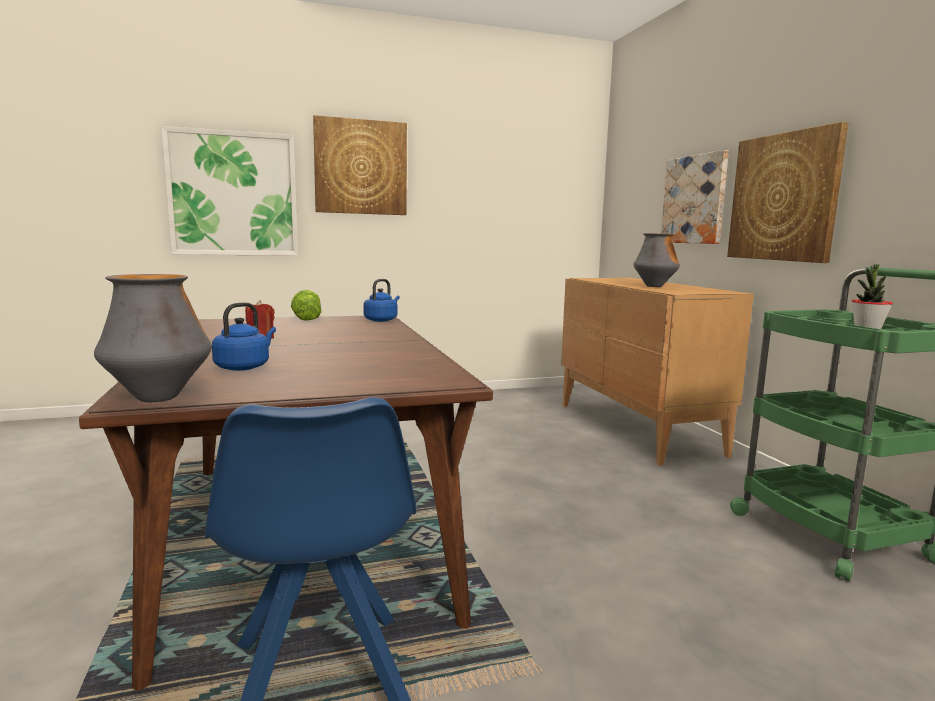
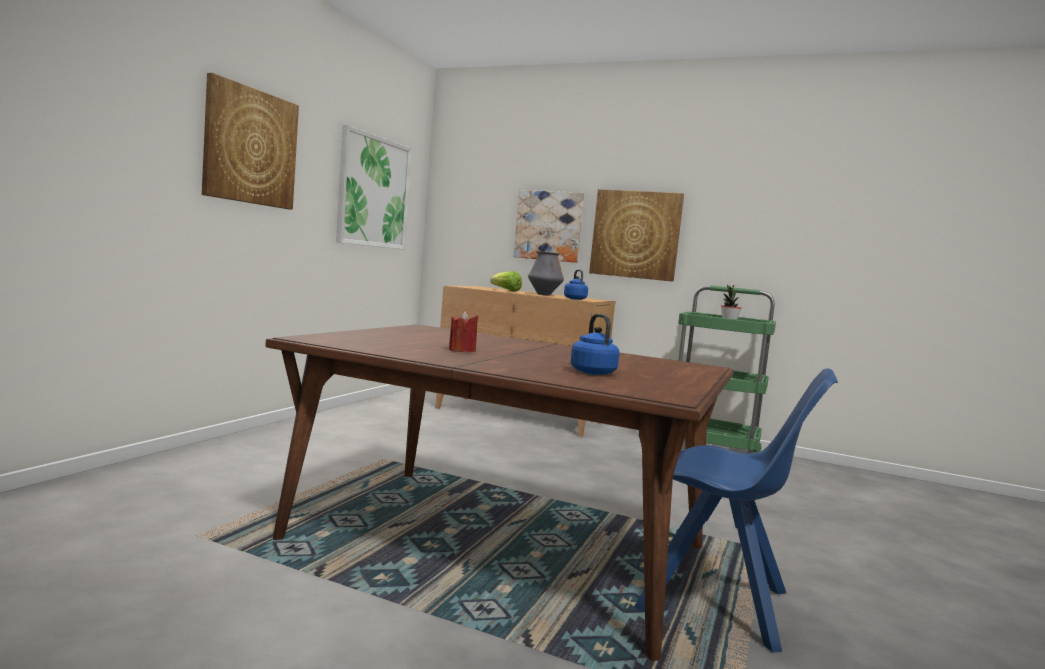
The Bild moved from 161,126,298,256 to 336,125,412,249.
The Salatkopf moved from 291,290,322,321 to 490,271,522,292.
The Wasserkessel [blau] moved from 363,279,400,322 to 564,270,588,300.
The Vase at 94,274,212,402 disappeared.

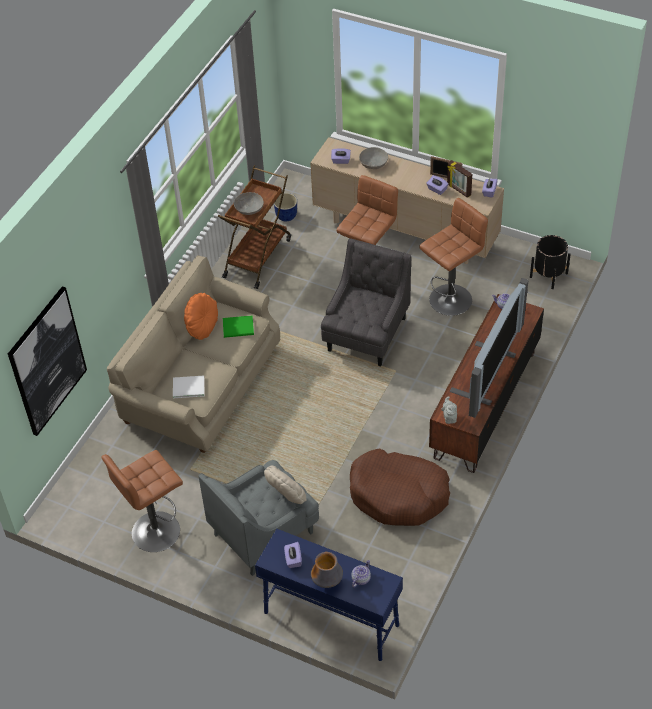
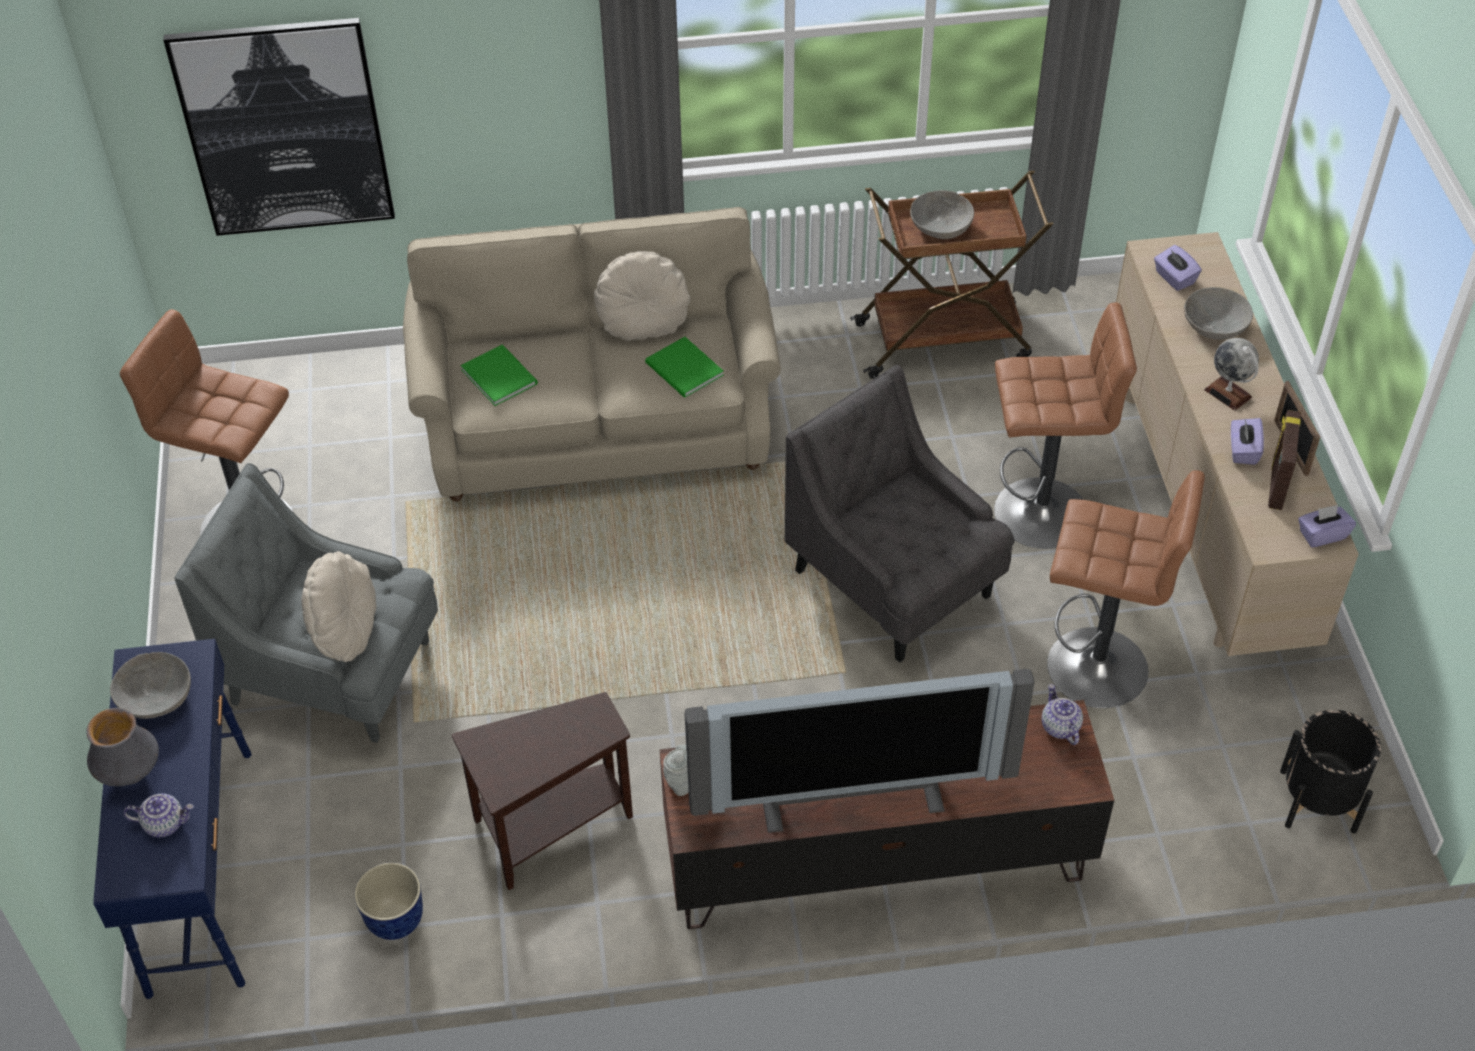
The Taschentuchbox [lila] at 284,542,302,568 was replaced by the Schüssel [grau] at 110,652,191,719.
The Pflanzkübel moved from 274,193,297,221 to 354,863,423,940.
The Hundebett [braun] at 350,448,450,526 was replaced by the Beistelltisch [braun] at 452,692,633,890.
The Buch [weiß] at 173,376,204,398 became the Buch [grün] at 460,345,538,406.
The Kissen [orange] at 184,293,218,340 became the Kissen [beige] at 594,251,691,341.
The Sessel [grau] at 321,238,411,367 turned 120 degrees counterclockwise.
The Globus at 1204,338,1259,411 appeared.

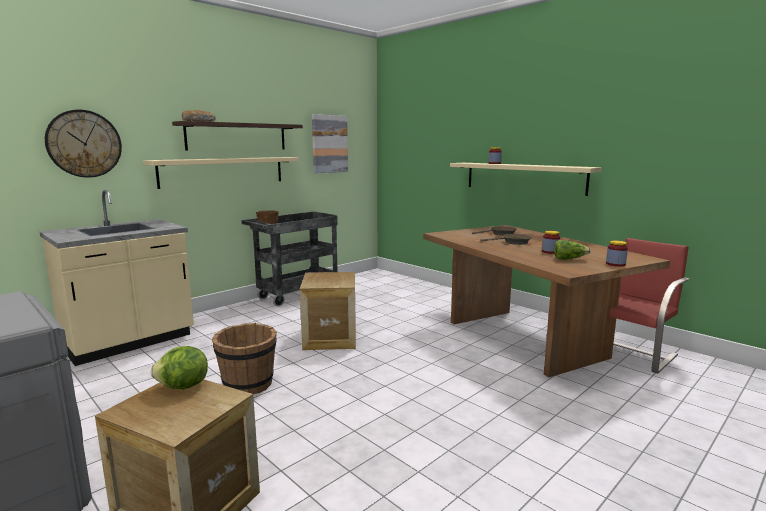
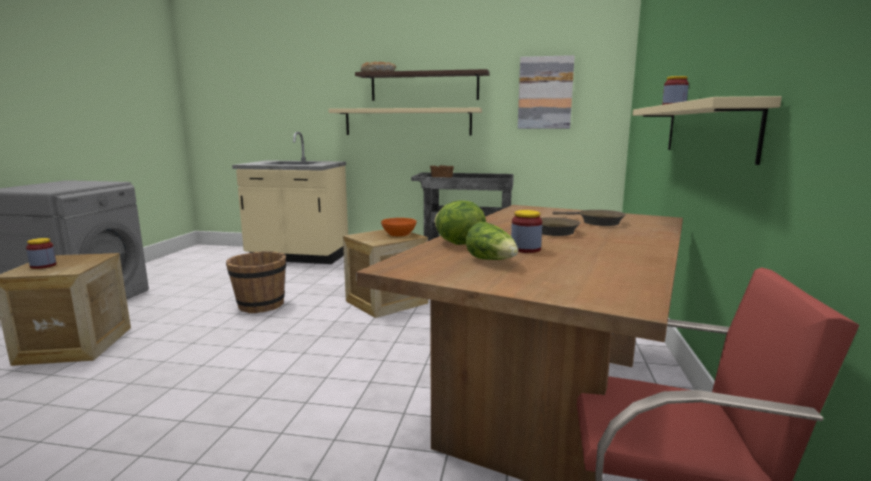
The Vorratsglas moved from 606,240,628,267 to 26,238,56,269.
The Schüssel [orange] at 381,218,417,237 appeared.
The Salatkopf moved from 151,346,208,390 to 434,201,486,245.
The Wanduhr at 45,110,122,178 disappeared.

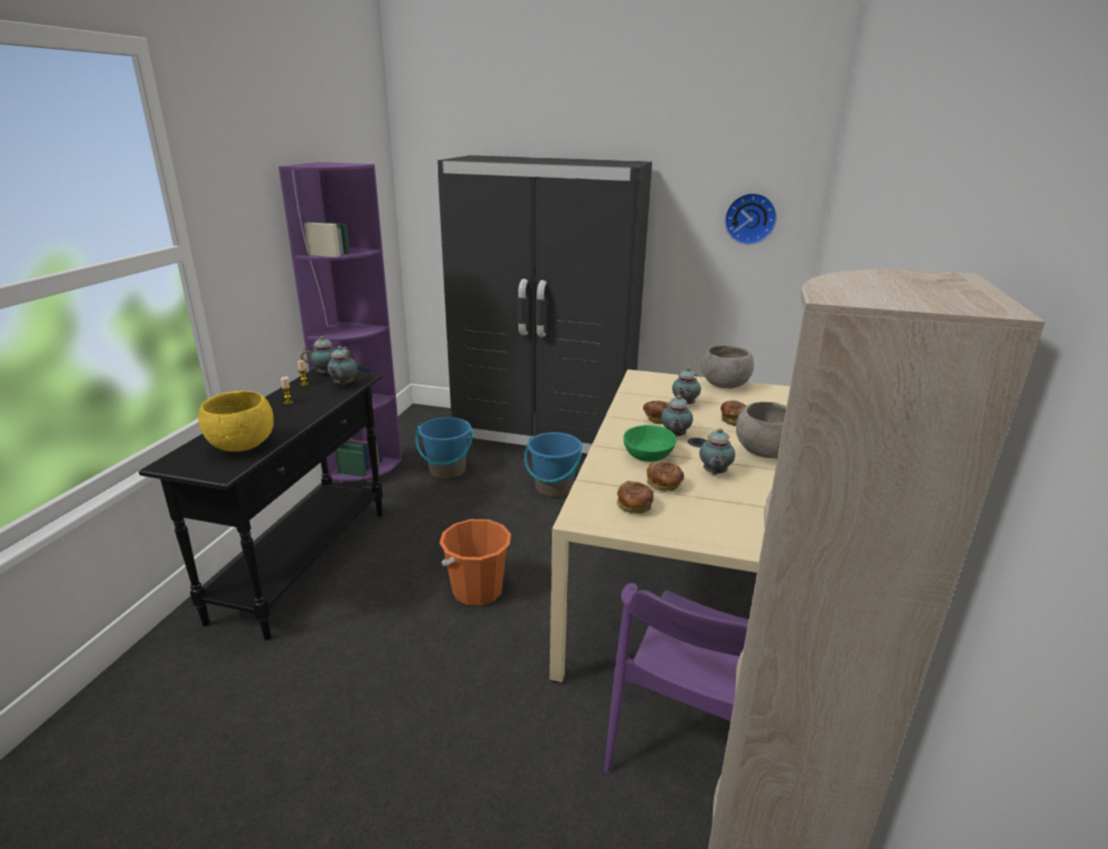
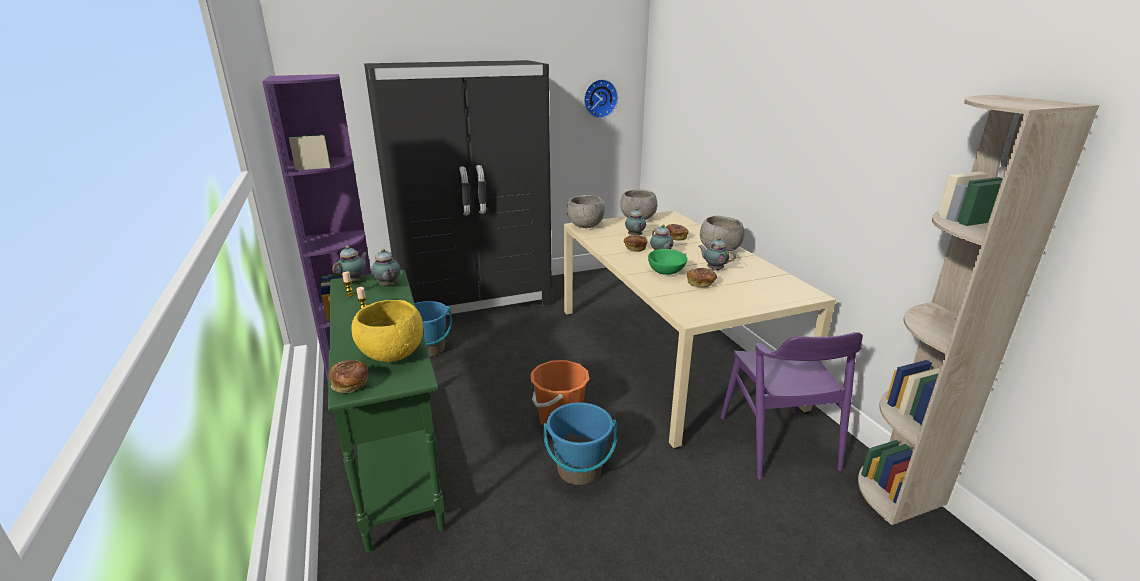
The Konsolentisch [schwarz] at 139,367,383,640 became the Konsolentisch [grün] at 328,270,445,552.
The Brot moved from 617,481,654,514 to 329,360,369,393.
The Eimer [blau] moved from 524,432,583,497 to 543,402,617,485.
The Schüssel [grau] at 567,195,605,228 appeared.
The Teekanne at 699,428,735,475 turned 150 degrees clockwise.

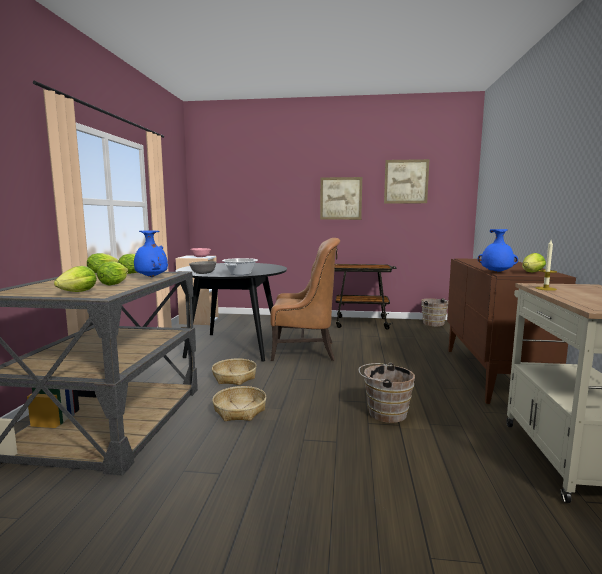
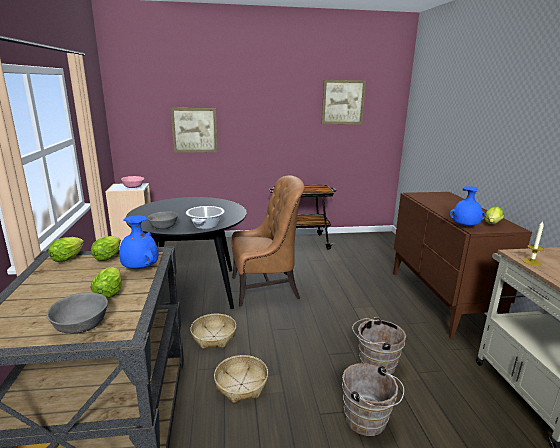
The Salatkopf at 54,266,97,292 was replaced by the Schüssel [grau] at 47,292,108,334.
The Bild moved from 320,177,362,220 to 171,108,217,153.
The Eimer [braun] moved from 421,298,448,326 to 342,363,404,436.

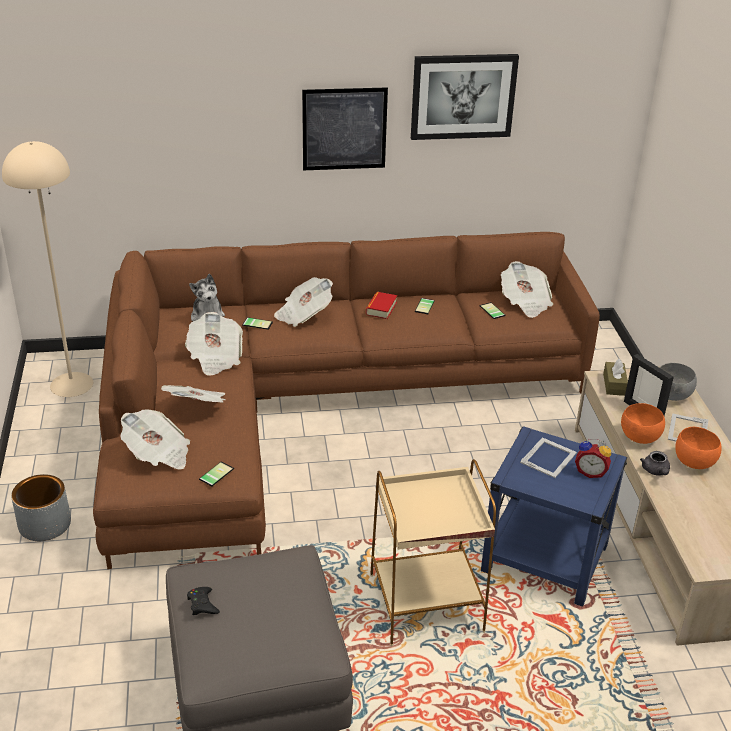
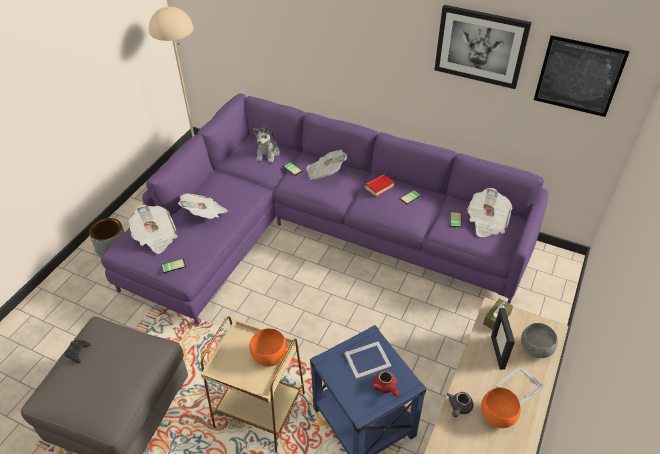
The Sofa [braun] at 93,232,600,569 became the Sofa [lila] at 101,94,549,325.
The Schüssel [orange] moved from 621,403,665,444 to 249,328,287,367.
The Wecker at 575,439,611,478 was replaced by the Teekanne [rot] at 372,370,400,397.
The Bild moved from 302,87,388,170 to 534,35,630,117.
The Zeitung at 185,312,243,376 disappeared.

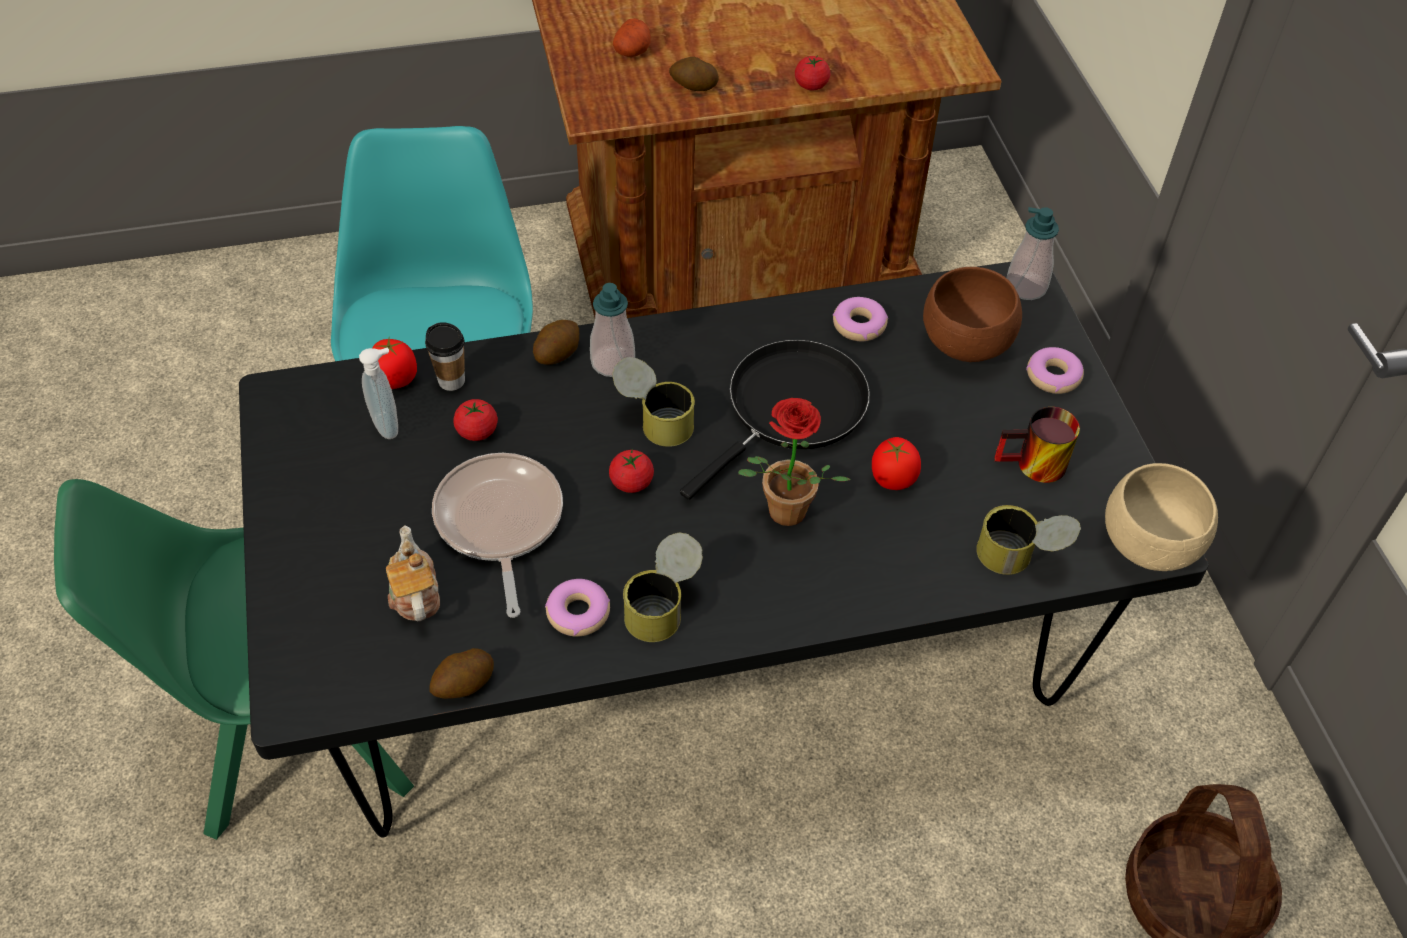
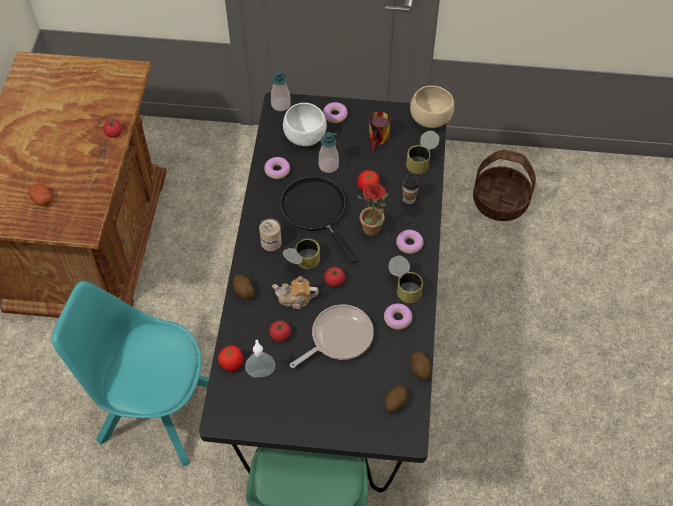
The Dose at 259,218,282,251 appeared.
The Teekanne moved from 386,525,440,621 to 272,276,319,309.
The Schüssel [braun] at 923,267,1022,362 became the Schüssel [weiß] at 283,103,327,146.
The Pfanne at 432,453,563,618 turned 135 degrees clockwise.
The Seifenspender moved from 590,283,635,377 to 318,132,339,173.
The Kartoffel moved from 669,57,719,91 to 385,385,408,412.
The Donut at 396,230,424,254 appeared.
The Tasse moved from 425,322,465,391 to 402,174,420,204.

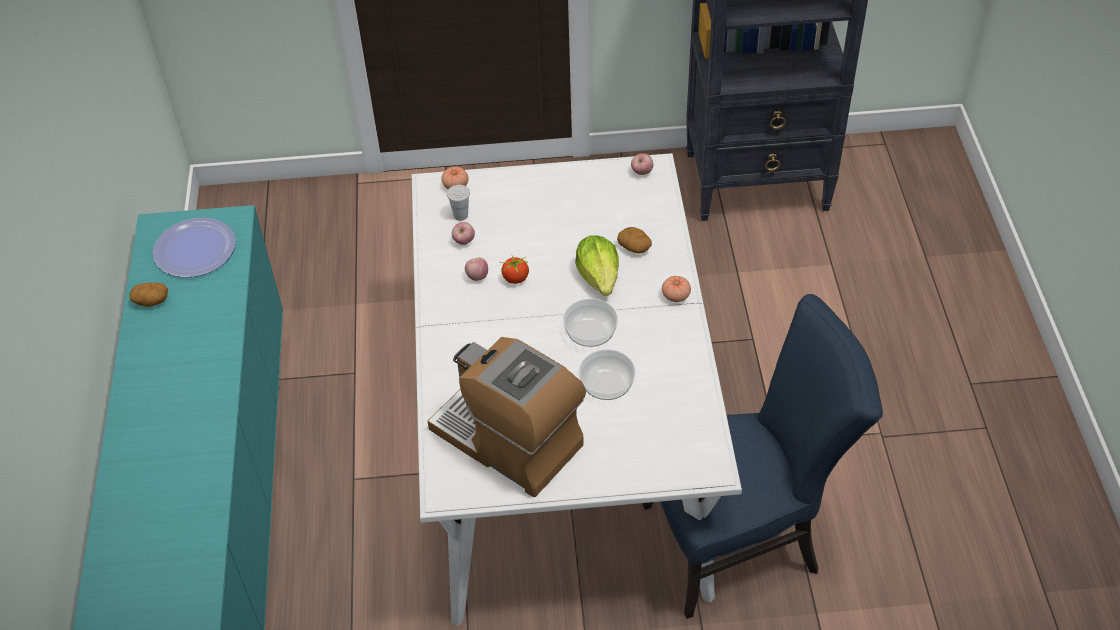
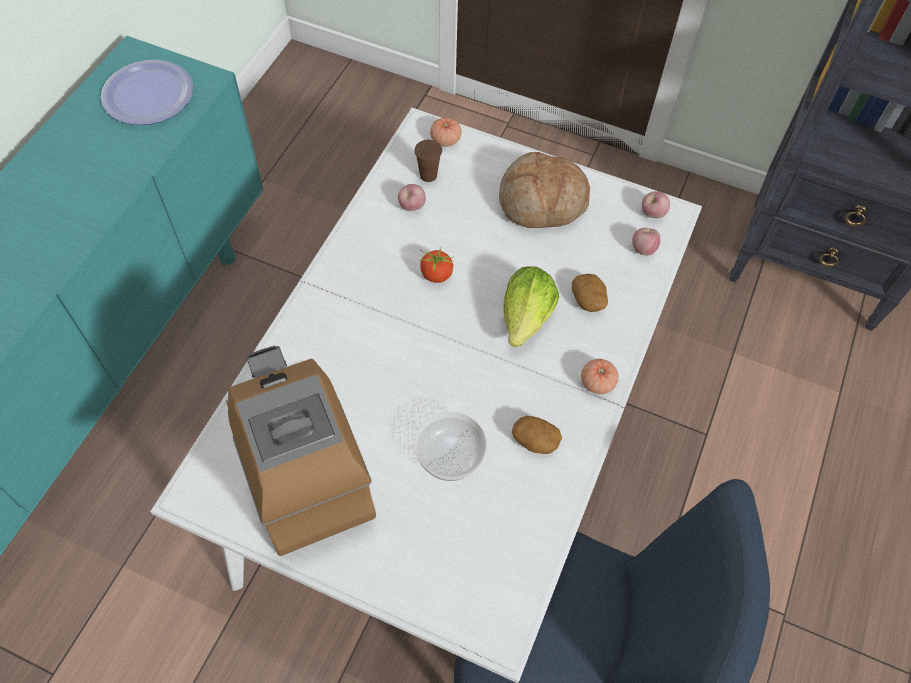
The Tasse [weiß] at 447,185,470,221 became the Tasse [braun] at 414,140,442,182.
The Brot at 499,152,590,228 appeared.
The Kartoffel moved from 129,283,168,307 to 512,416,562,454.
The Apfel moved from 465,257,488,281 to 632,228,661,256.
The Schüssel at 563,299,618,347 disappeared.

